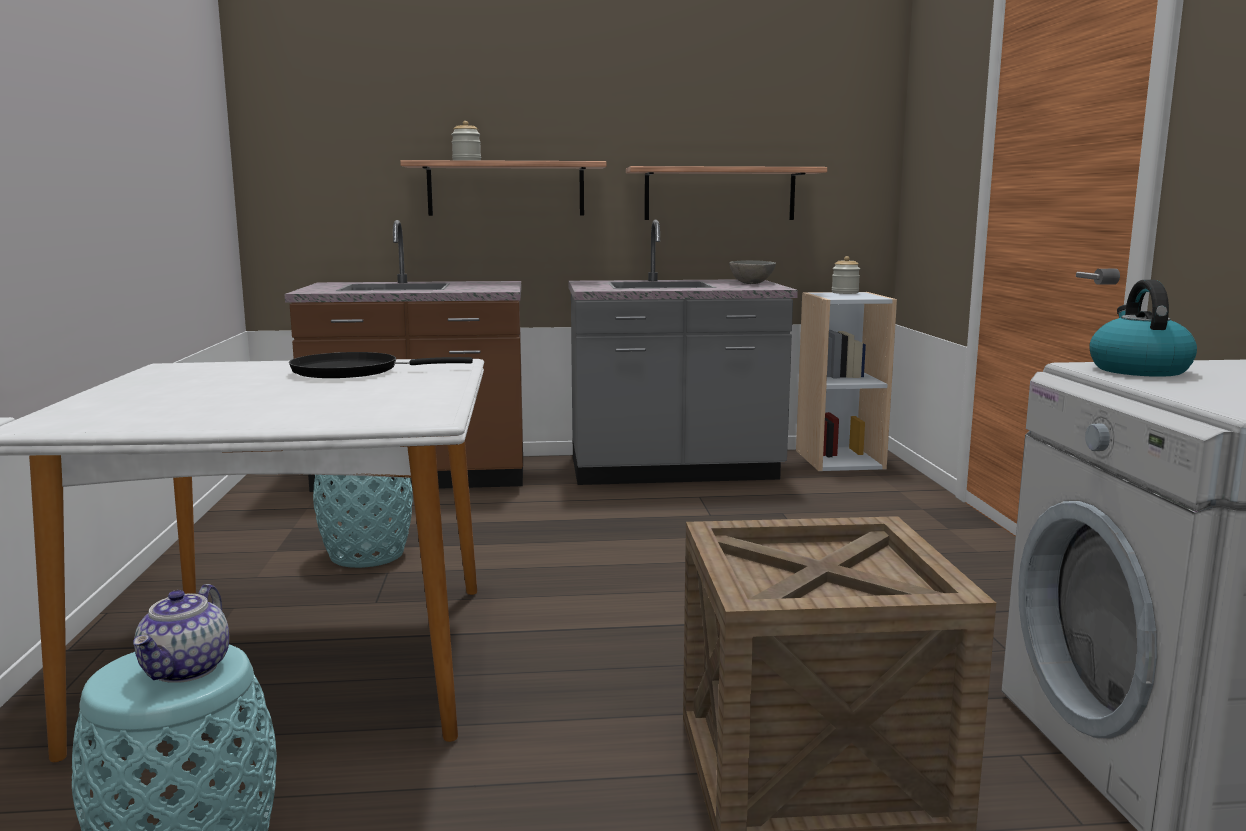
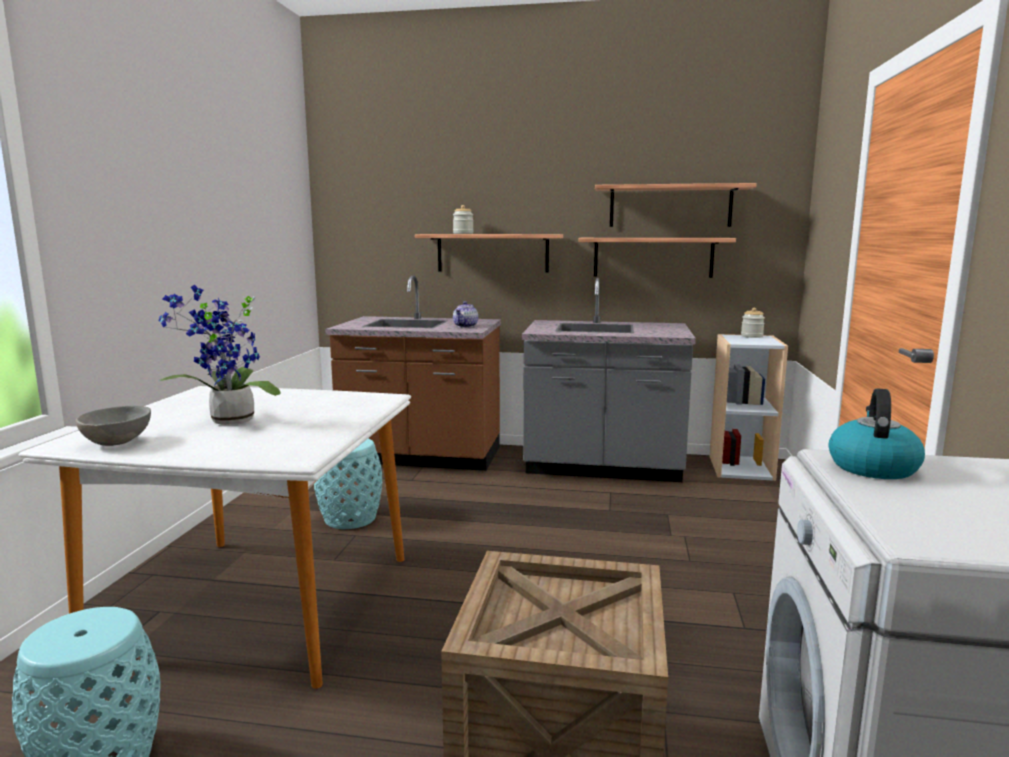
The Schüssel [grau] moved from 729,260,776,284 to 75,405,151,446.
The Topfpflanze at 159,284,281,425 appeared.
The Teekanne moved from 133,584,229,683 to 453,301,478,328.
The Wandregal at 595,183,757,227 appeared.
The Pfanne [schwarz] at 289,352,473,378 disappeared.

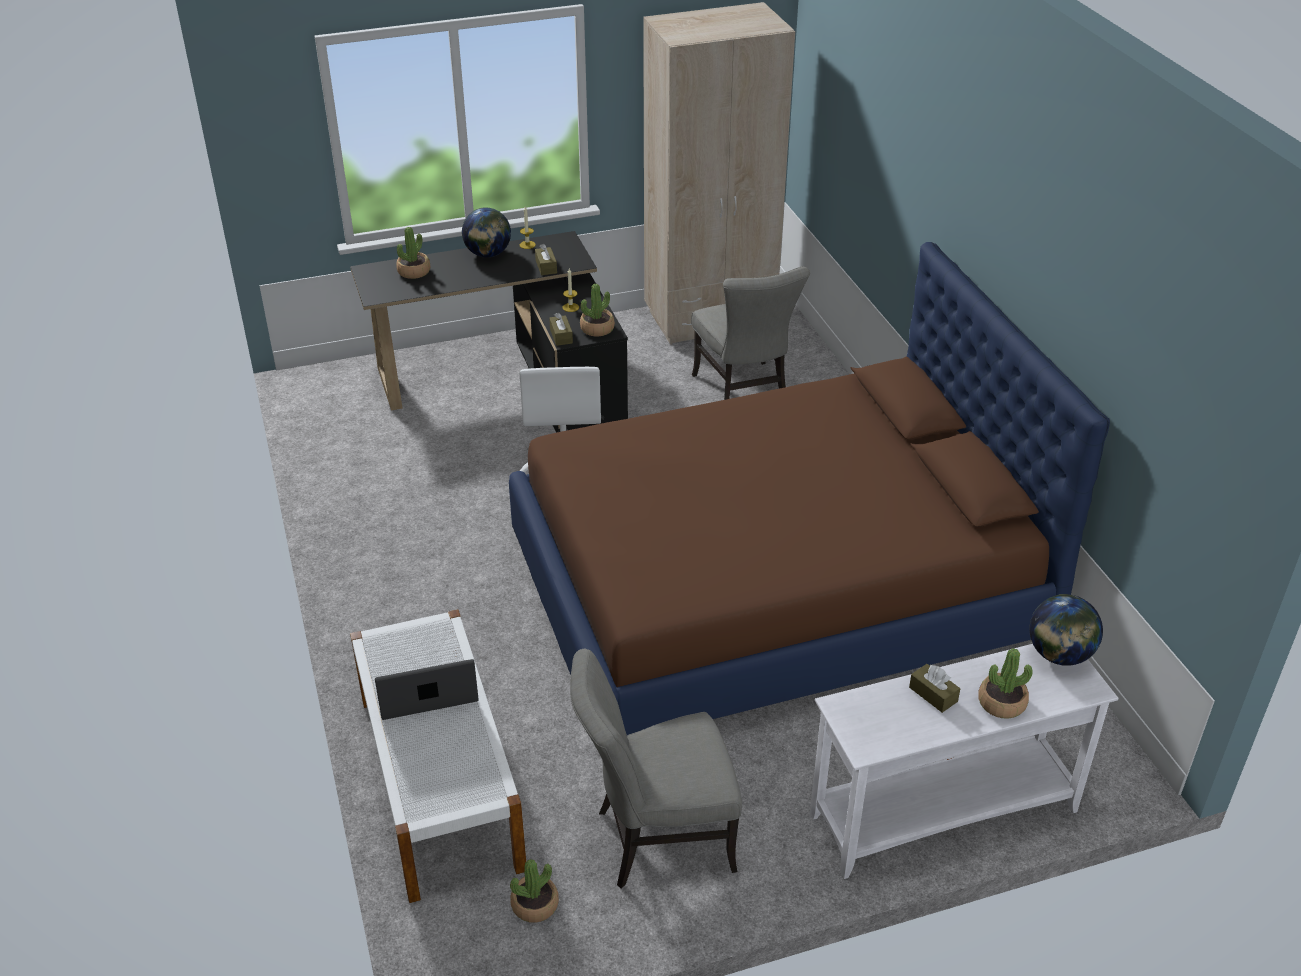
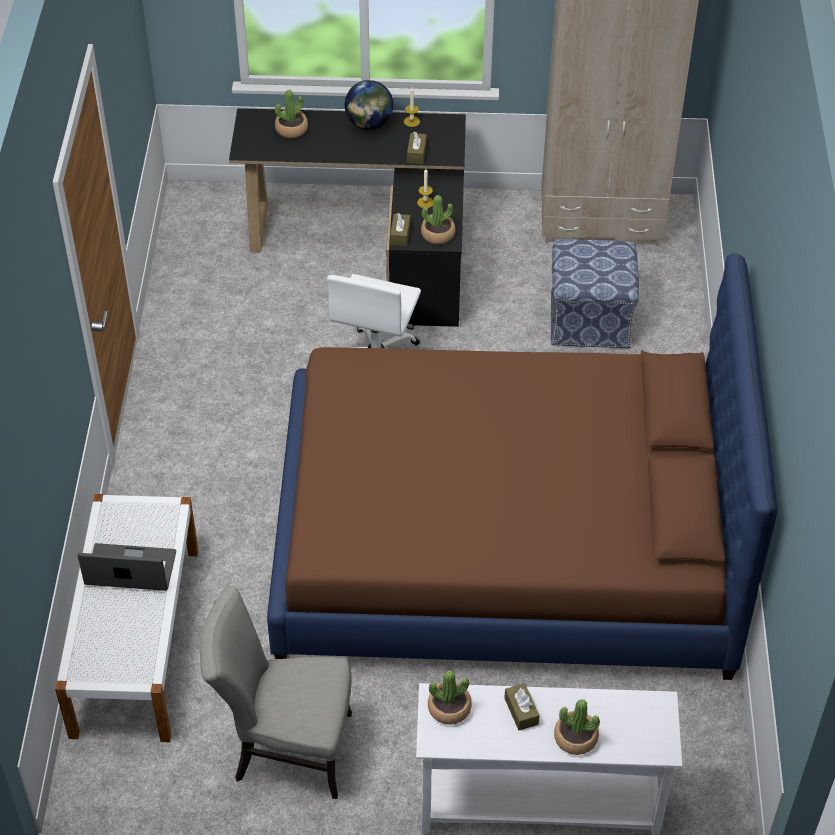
The Topfpflanze moved from 510,859,559,923 to 428,670,472,725.
The Stuhl [grau] at 691,266,810,400 was replaced by the Polsterhocker at 551,239,639,348.
The Globus at 1029,594,1103,666 disappeared.

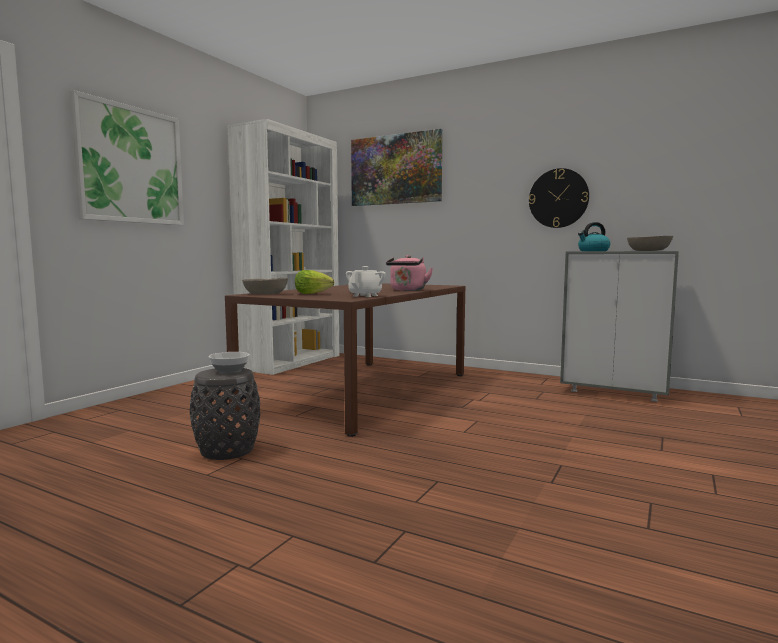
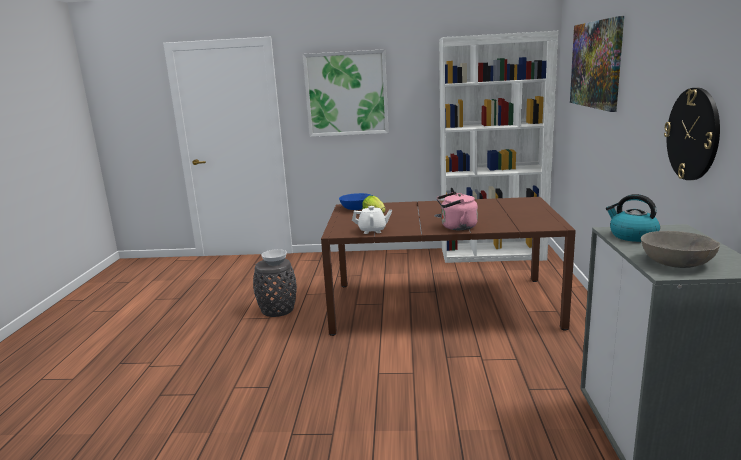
The Schüssel [grau] at 242,278,288,294 became the Schüssel [blau] at 339,193,373,210.

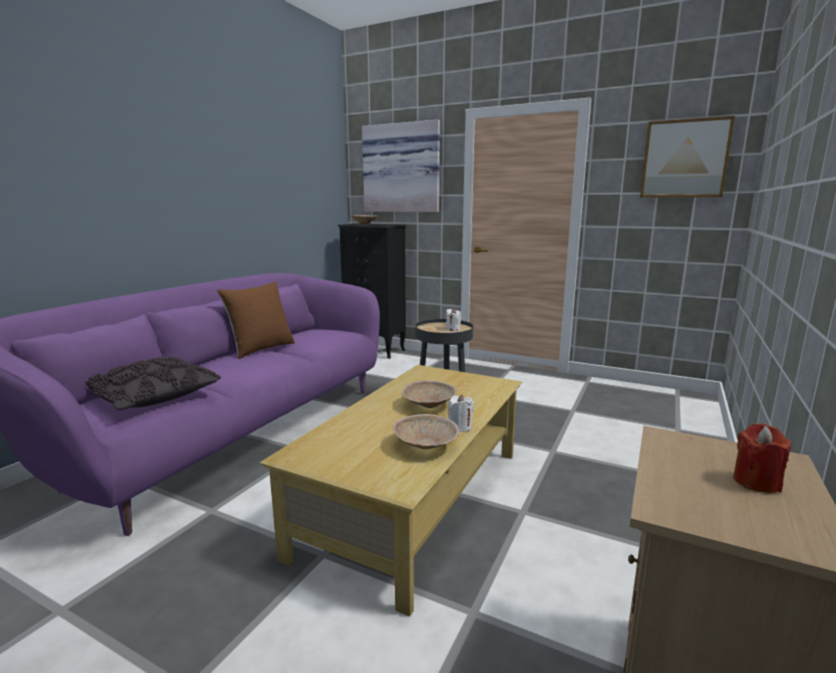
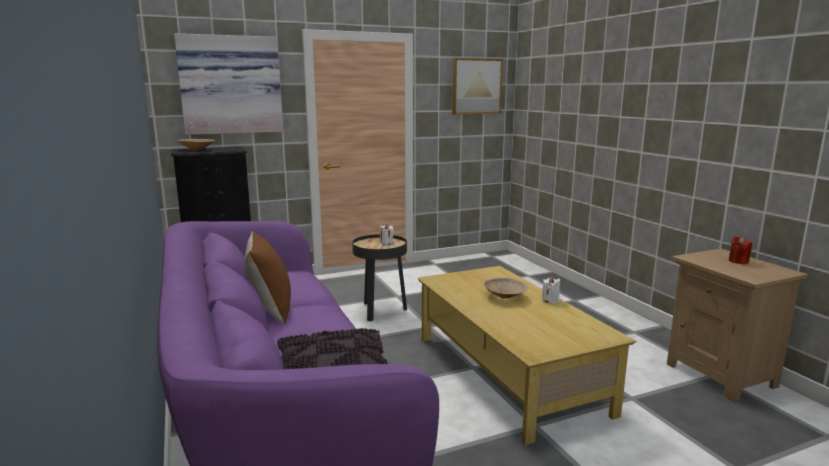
The Schüssel [beige] at 393,414,459,449 disappeared.

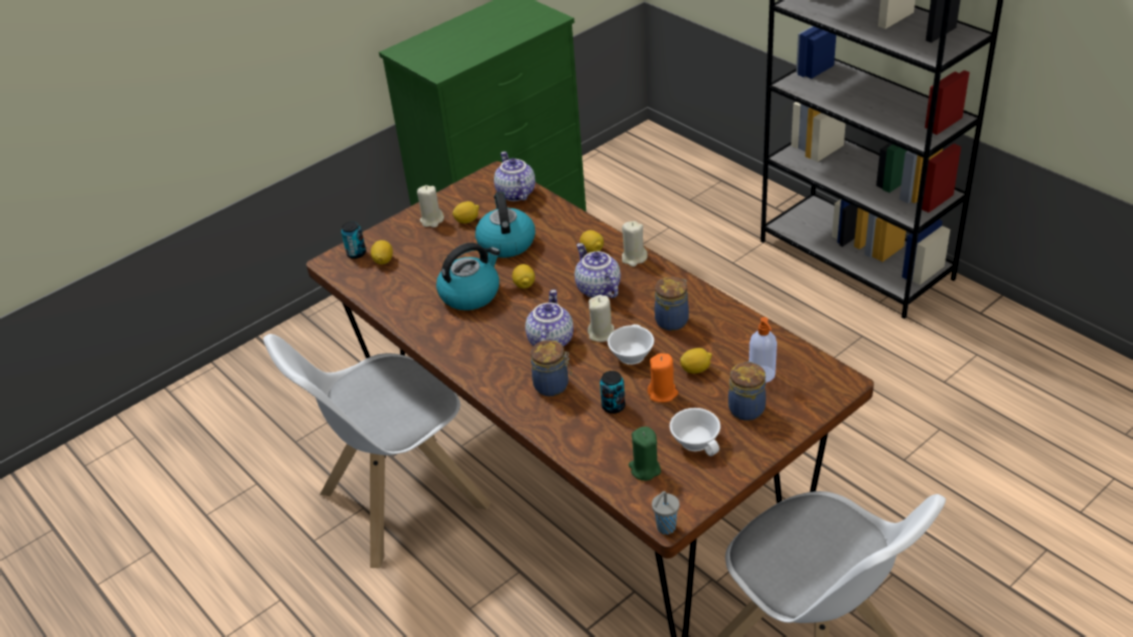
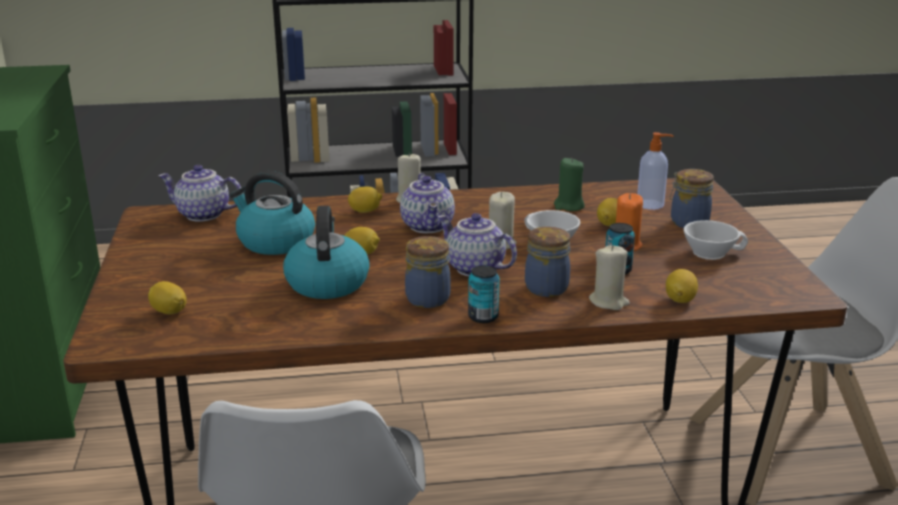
The Teekanne at 575,243,621,298 turned 105 degrees counterclockwise.
The Vorratsglas moved from 655,277,689,331 to 405,236,451,308.
The Dose moved from 341,221,366,259 to 468,265,499,323.
The Kerze [grün] moved from 629,427,661,481 to 554,158,585,211.
The Kerze [beige] moved from 417,185,444,228 to 589,245,630,310.
The Zitrone moved from 452,201,479,223 to 666,269,698,303.
The Tasse [grau] at 652,491,680,534 disappeared.

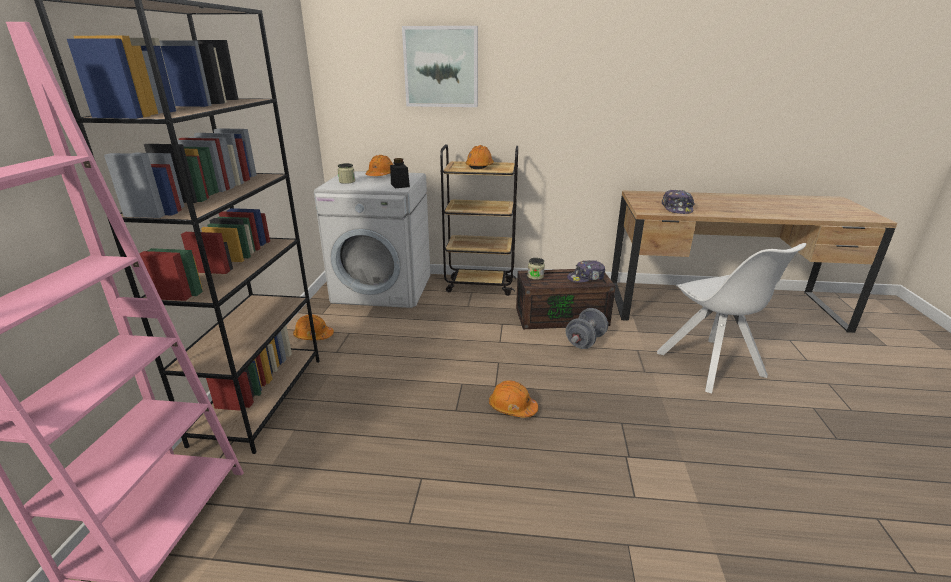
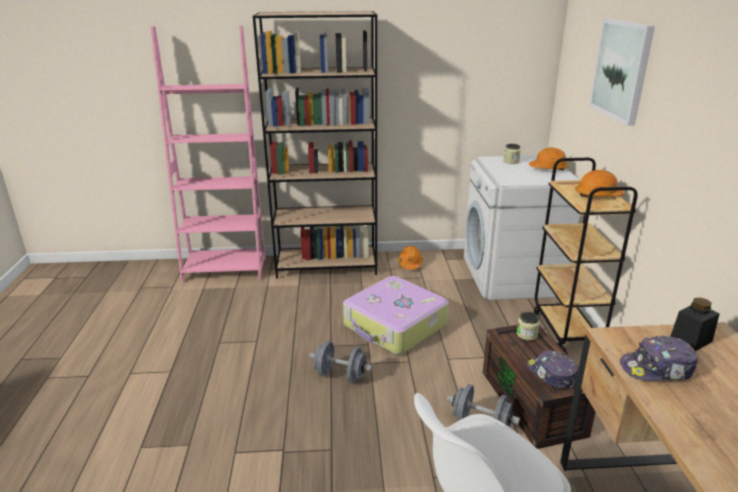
The Schutzhelm [orange] at 489,380,538,418 was replaced by the Hantel [grau] at 309,341,372,383.
The Koffer at 343,276,449,355 appeared.
The Vorratsglas [schwarz] moved from 390,158,410,188 to 670,298,720,351.

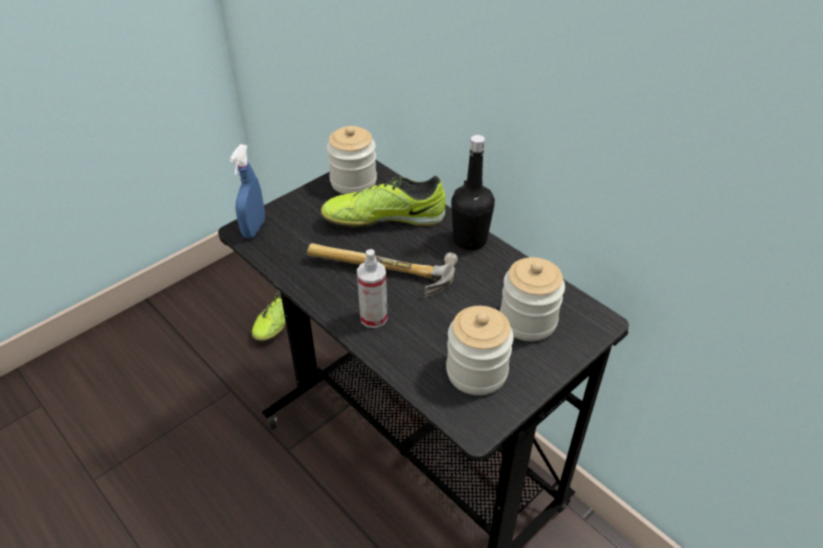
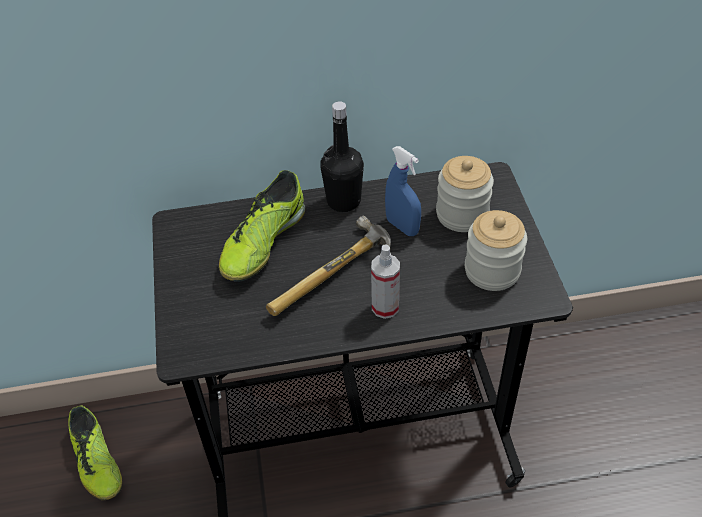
The Sprühflasche [blau] moved from 229,144,265,239 to 385,146,421,236.
The Vorratsglas at 327,126,377,194 disappeared.

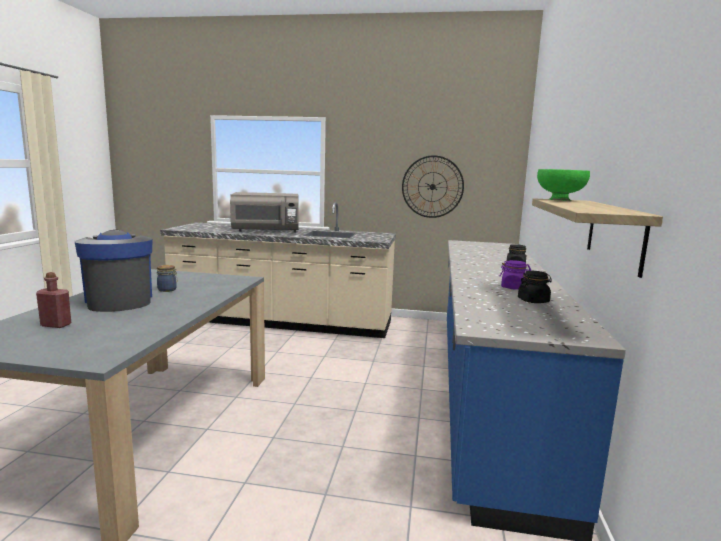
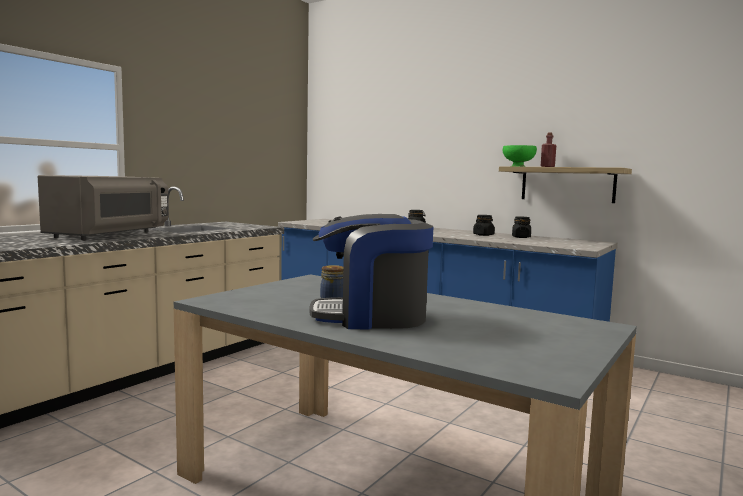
The Vorratsglas [lila] at 499,260,531,290 became the Vorratsglas [schwarz] at 473,215,495,236.
The Flasche [rot] moved from 36,272,71,328 to 541,132,556,167.
The Wanduhr at 402,155,464,218 disappeared.

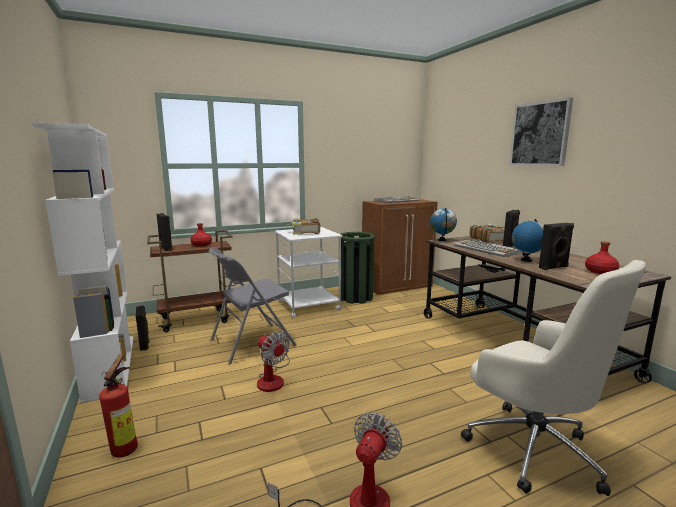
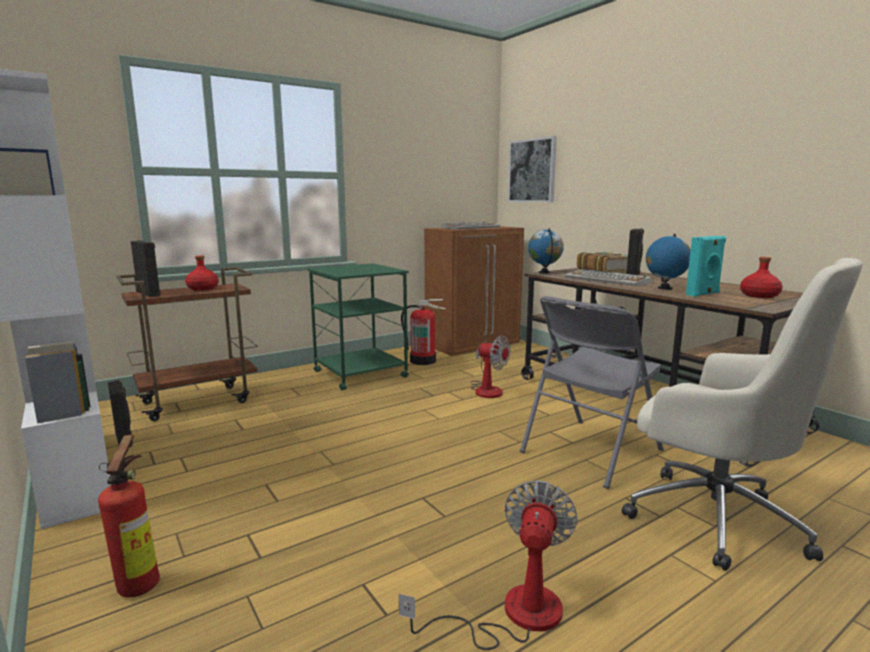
The Rollwagen [weiß] at 275,227,343,318 became the Rollwagen [grün] at 307,263,409,390.
The Mülleimer [grün] at 340,232,375,304 was replaced by the Feuerlöscher at 401,299,446,365.
The Ventilator moved from 257,331,290,392 to 470,335,510,398.
The Bild moved from 510,97,573,166 to 508,136,557,202.
The Stuhl [grau] moved from 209,247,297,365 to 520,296,664,489.
The Lautsprecher [schwarz] at 539,223,574,270 became the Lautsprecher [türkis] at 686,236,726,297.
The Buch at 287,218,320,235 disappeared.

